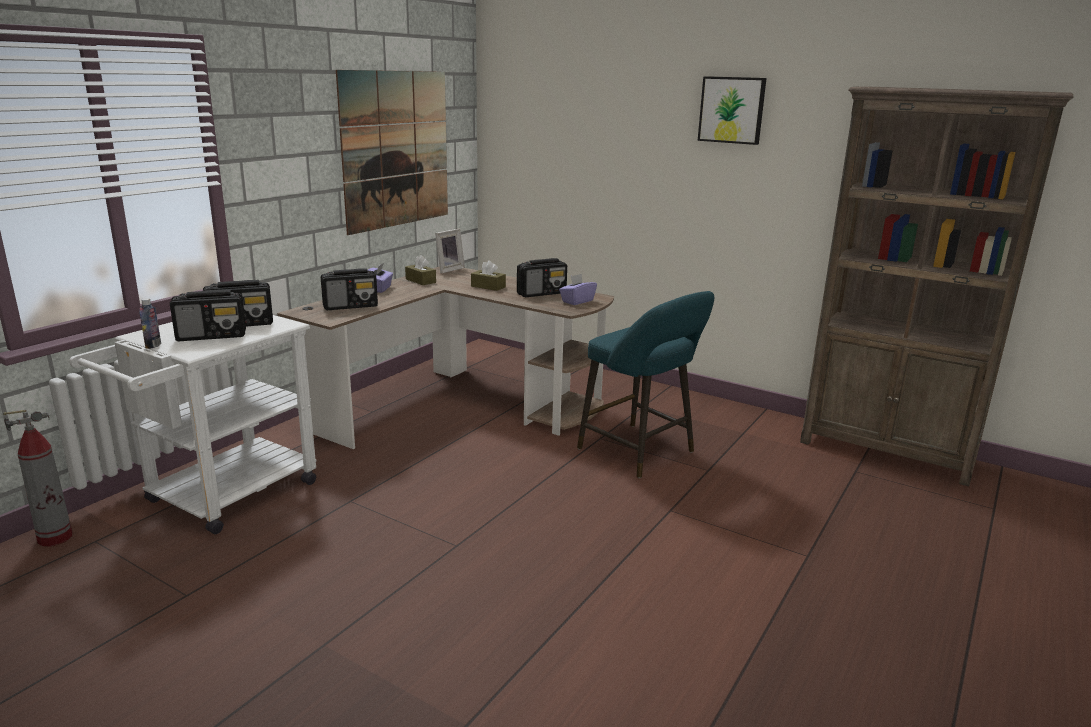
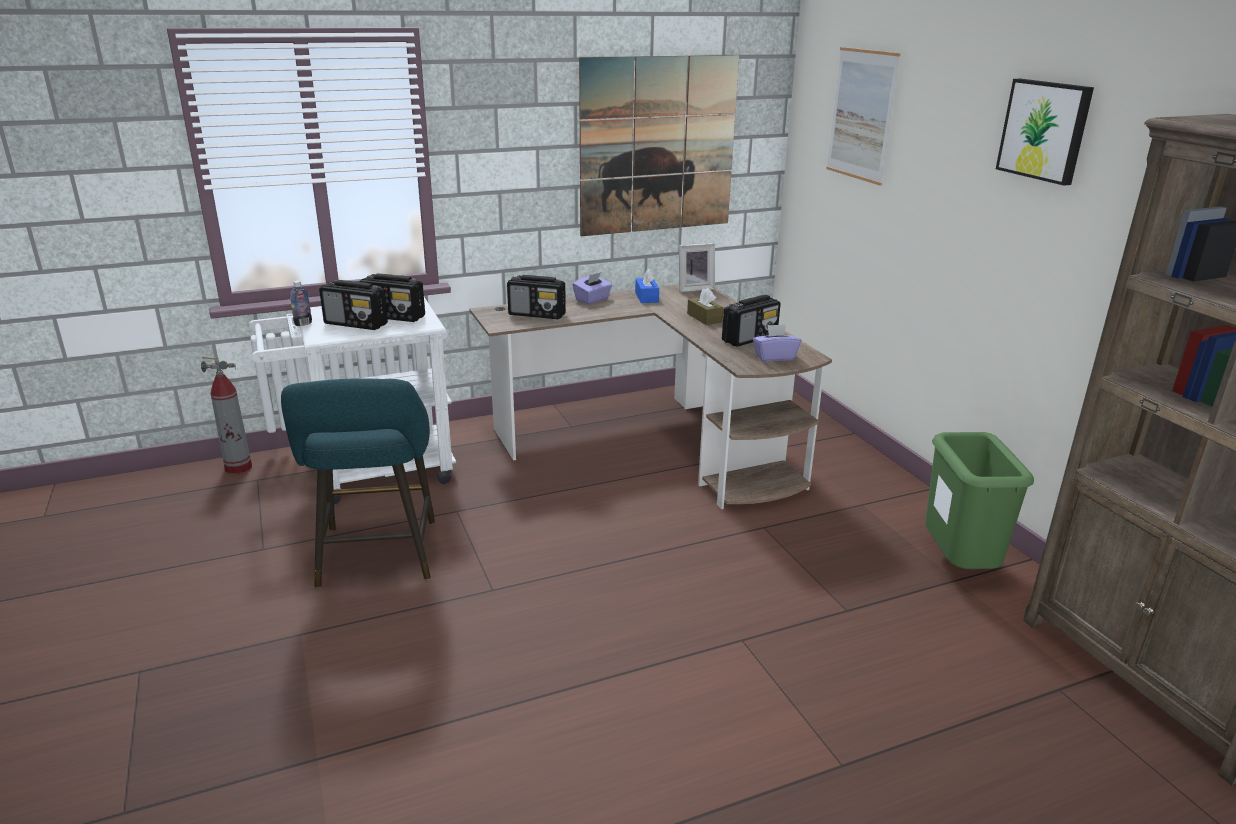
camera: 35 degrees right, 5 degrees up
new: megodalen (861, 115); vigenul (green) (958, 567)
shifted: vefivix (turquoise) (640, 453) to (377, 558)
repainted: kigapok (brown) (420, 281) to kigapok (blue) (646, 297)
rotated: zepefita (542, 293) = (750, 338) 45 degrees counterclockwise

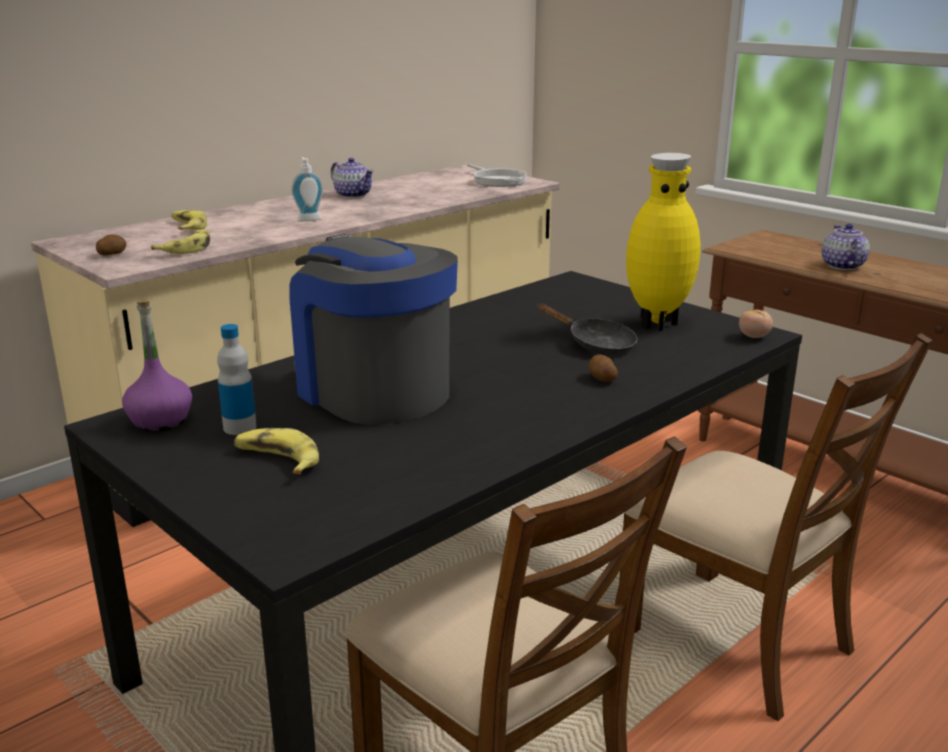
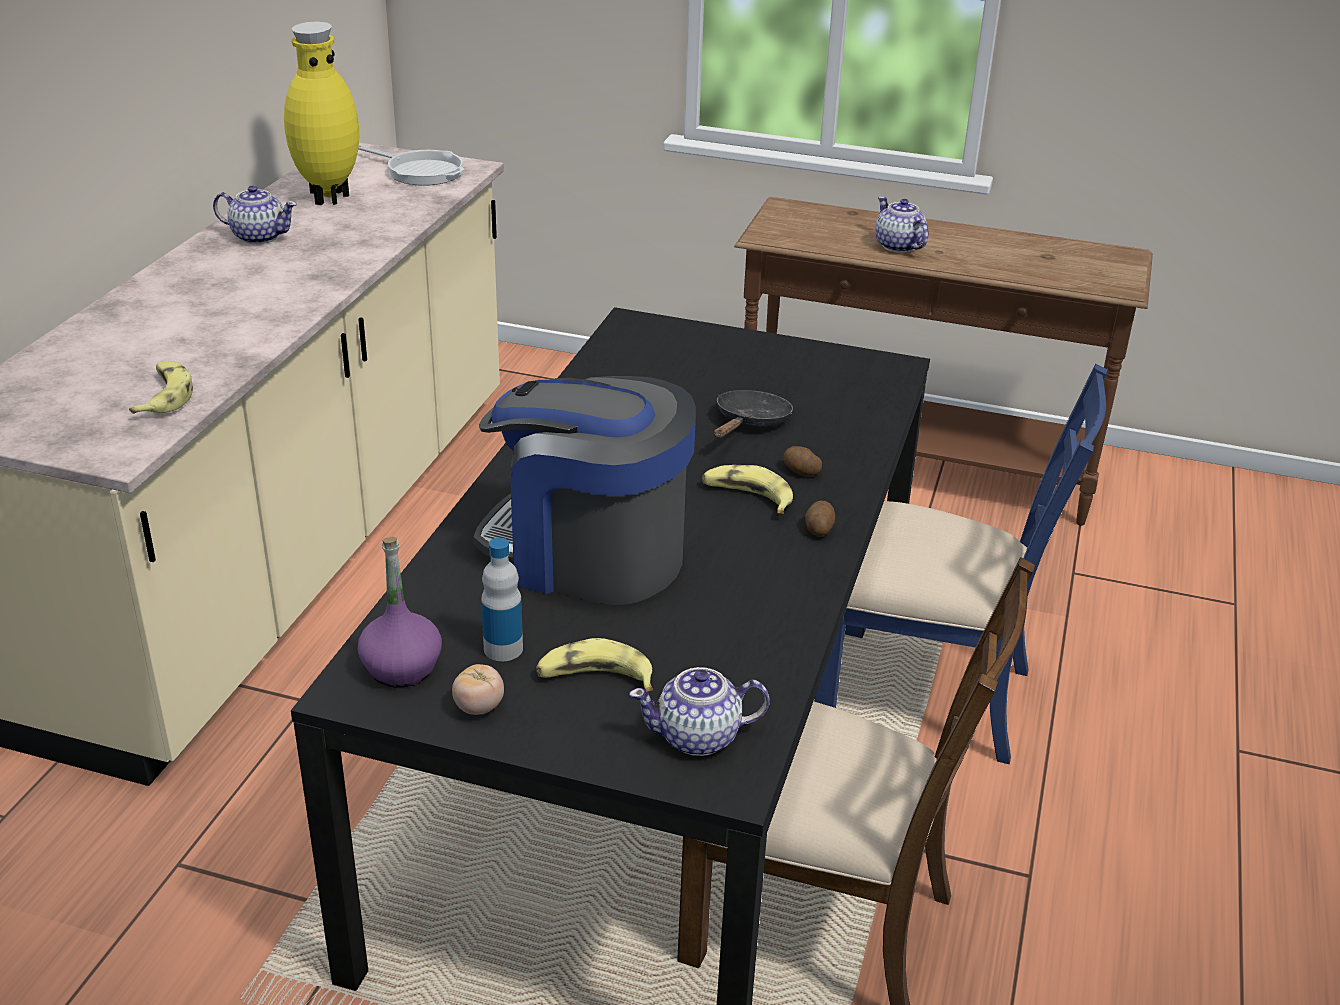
camera: 30 degrees left, 10 degrees up
gone: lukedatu (308, 219)
new: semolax (699, 737)
shifted: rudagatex (112, 254) to (818, 529); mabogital (187, 227) to (747, 497); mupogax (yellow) (656, 323) to (328, 197); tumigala (754, 337) to (479, 707)
repainted: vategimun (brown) (737, 640) to vategimun (blue) (927, 694)
rotated: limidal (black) (595, 344) = (750, 422) 75 degrees counterclockwise

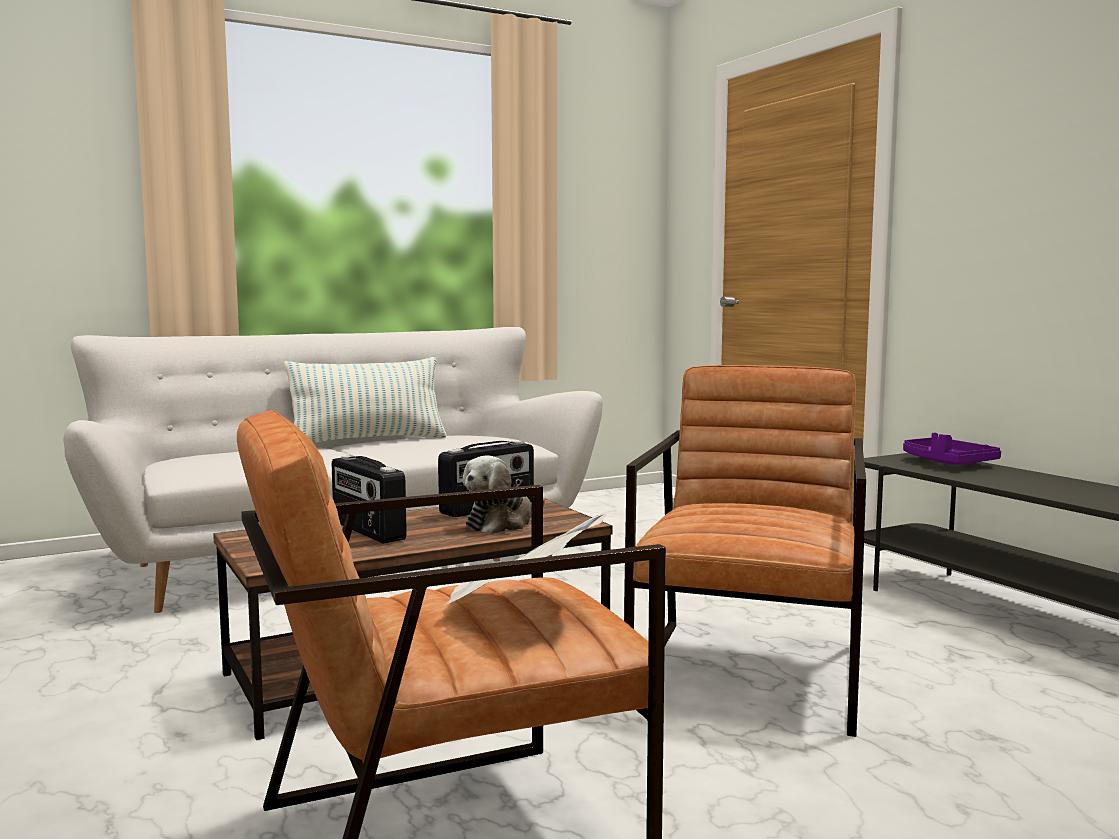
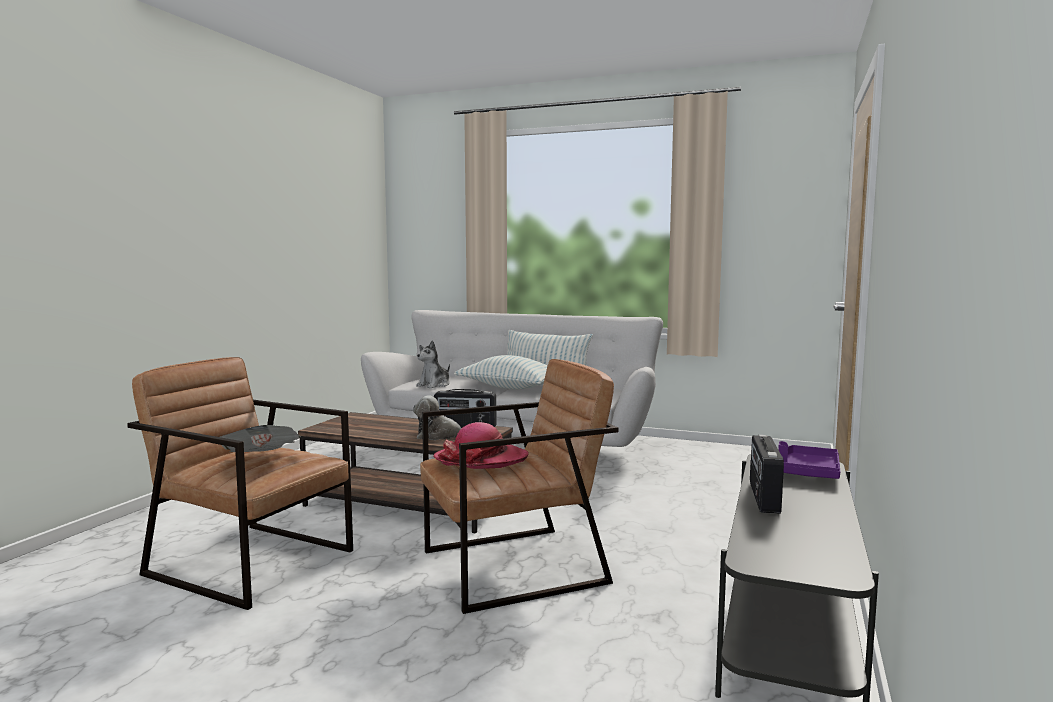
camera: 50 degrees right, 0 degrees up
new: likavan (434, 385); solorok (481, 459); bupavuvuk (510, 388)
shifted: zepefita (367, 531) to (763, 498)

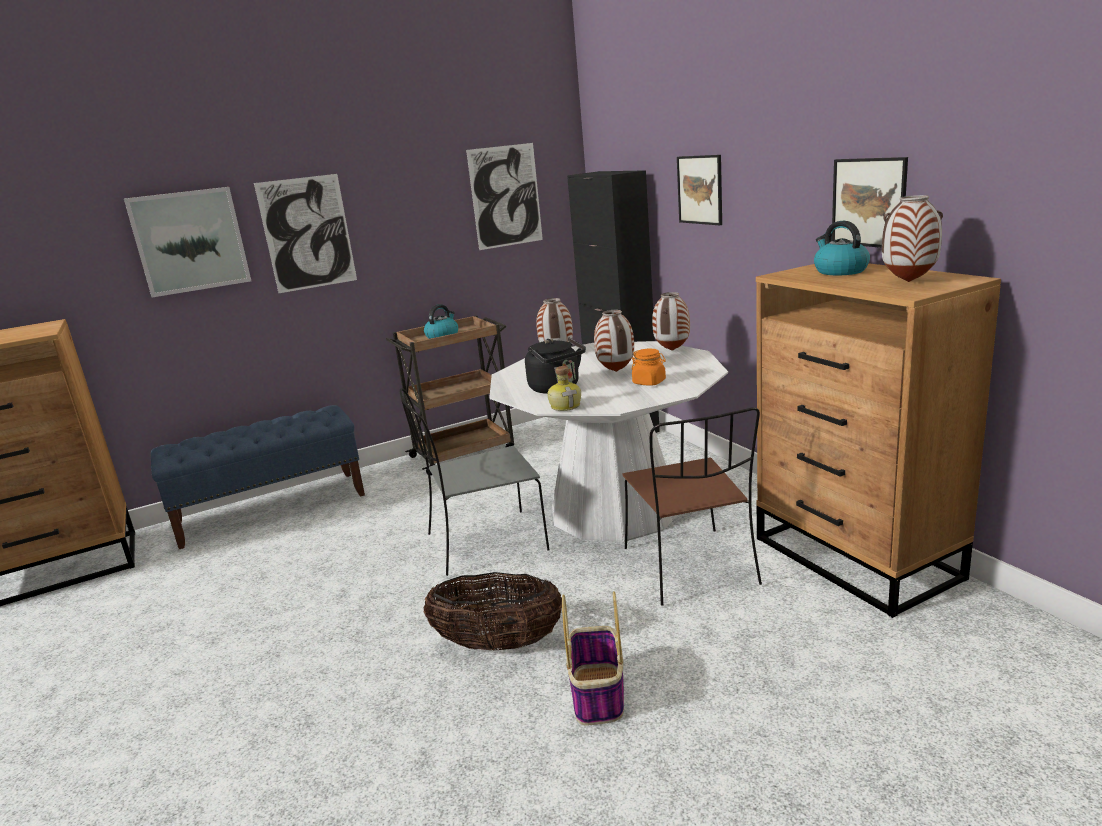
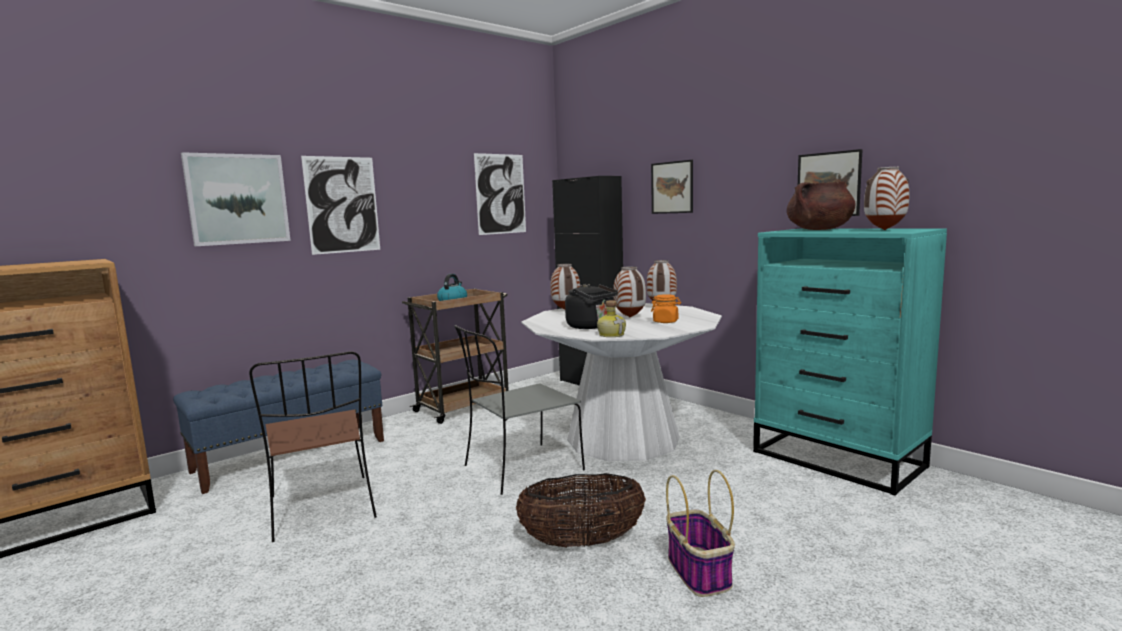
camera: 15 degrees left, 10 degrees down
shifted: vategimun (brown) (691, 568) to (323, 508)
swapped: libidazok (839, 271) to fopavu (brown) (819, 229)
repainted: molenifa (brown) (856, 558) to molenifa (turquoise) (839, 459)

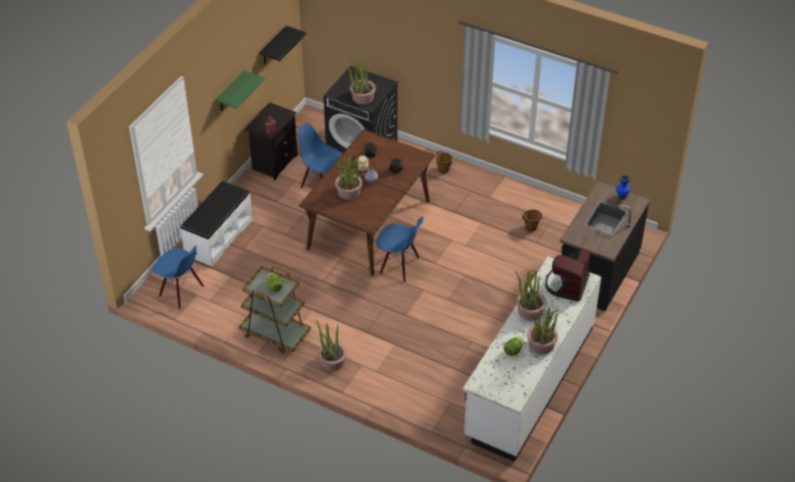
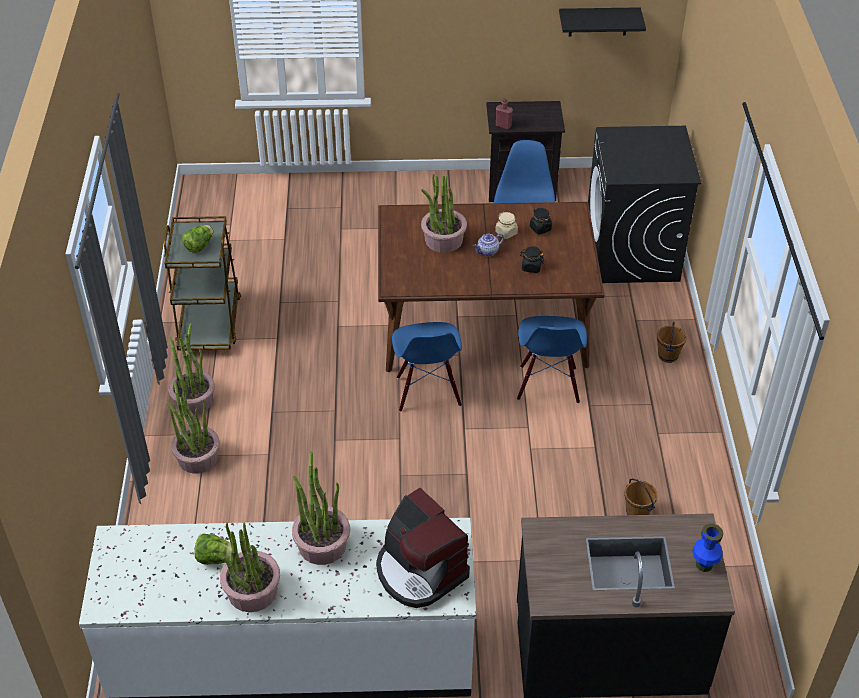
camera: 60 degrees right, 0 degrees up
gone: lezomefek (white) (218, 237); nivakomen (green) (230, 92)
shifted: vategimun (blue) (181, 291) to (548, 385); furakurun (362, 97) to (197, 457)
rotated: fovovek (567, 284) = (419, 571) 120 degrees counterclockwise

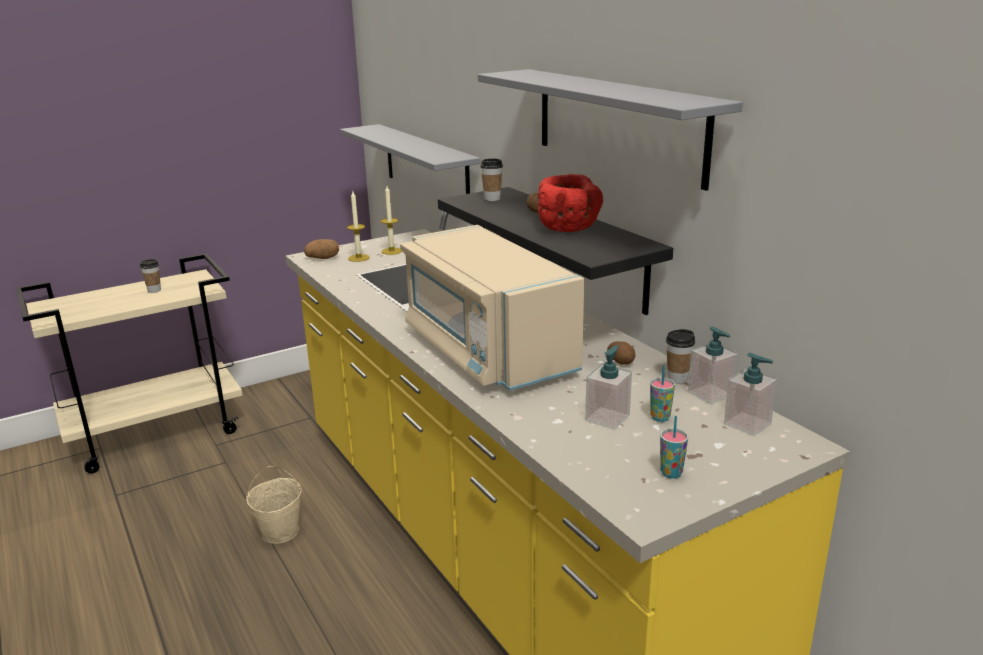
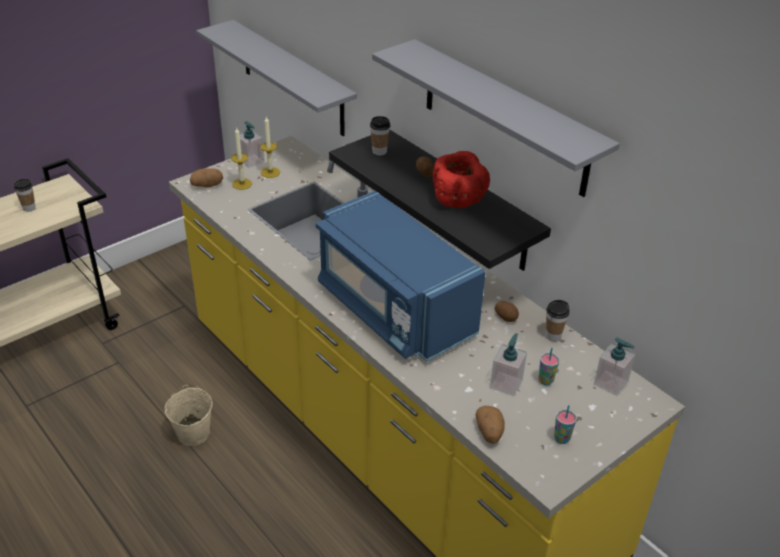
camera: 10 degrees left, 15 degrees up
new: rudagatex (489, 432)
shifted: lukedatu (710, 394) to (251, 161)
repainted: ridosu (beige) (487, 350) to ridosu (blue) (394, 309)

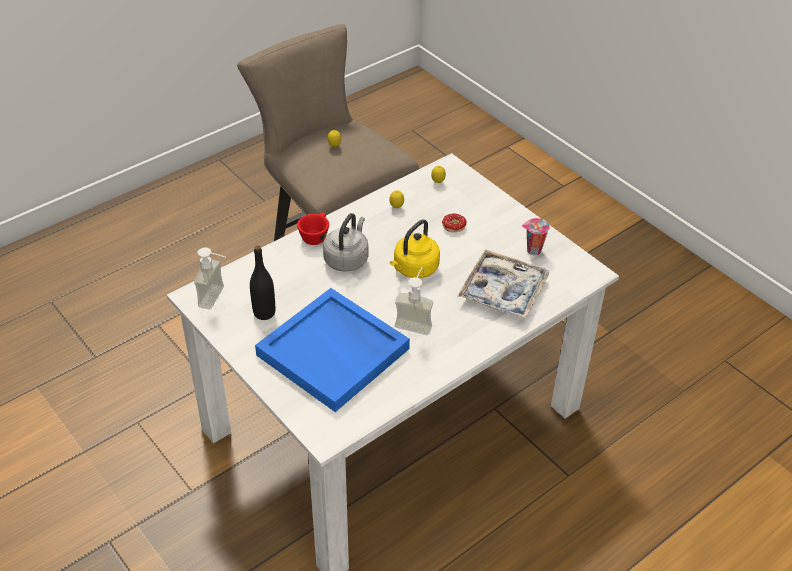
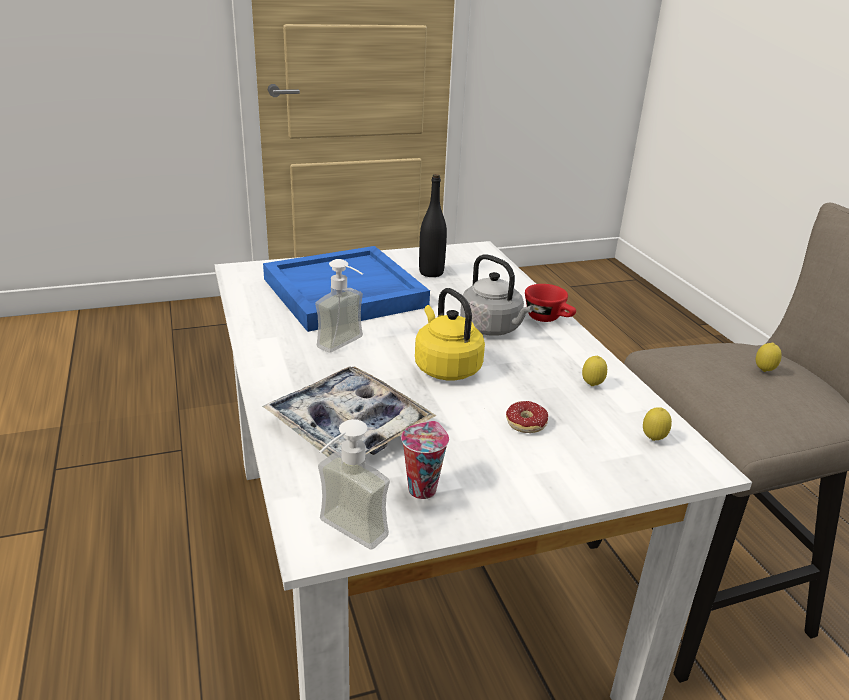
camera: 110 degrees right, 15 degrees down
shifted: lukedatu (218, 298) to (343, 536)

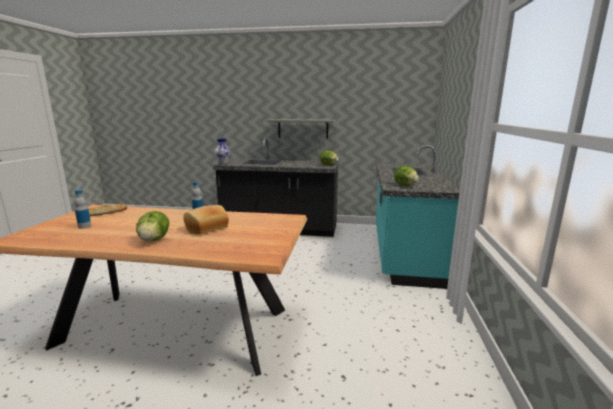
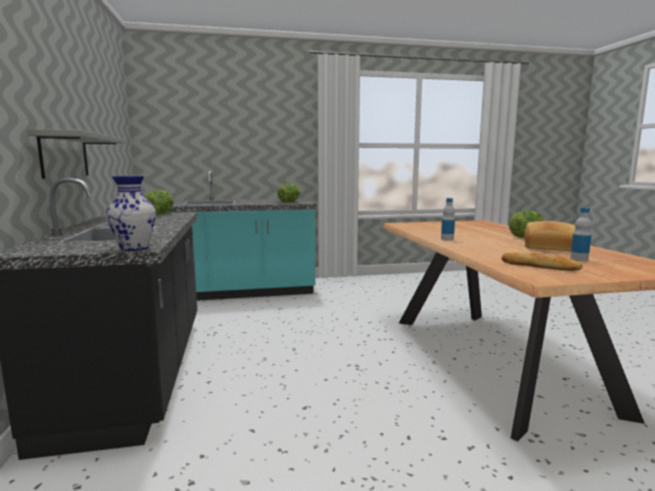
camera: 110 degrees left, 5 degrees down
shifted: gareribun (207, 228) to (549, 247)

